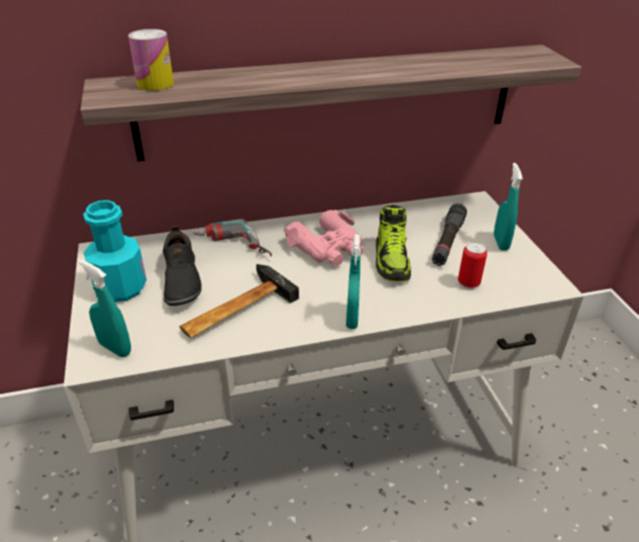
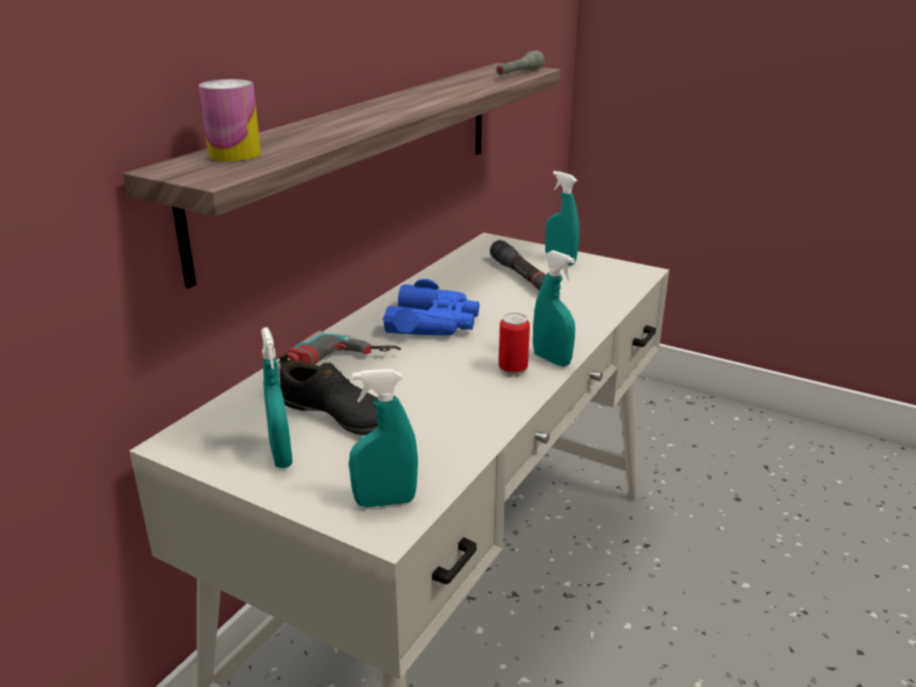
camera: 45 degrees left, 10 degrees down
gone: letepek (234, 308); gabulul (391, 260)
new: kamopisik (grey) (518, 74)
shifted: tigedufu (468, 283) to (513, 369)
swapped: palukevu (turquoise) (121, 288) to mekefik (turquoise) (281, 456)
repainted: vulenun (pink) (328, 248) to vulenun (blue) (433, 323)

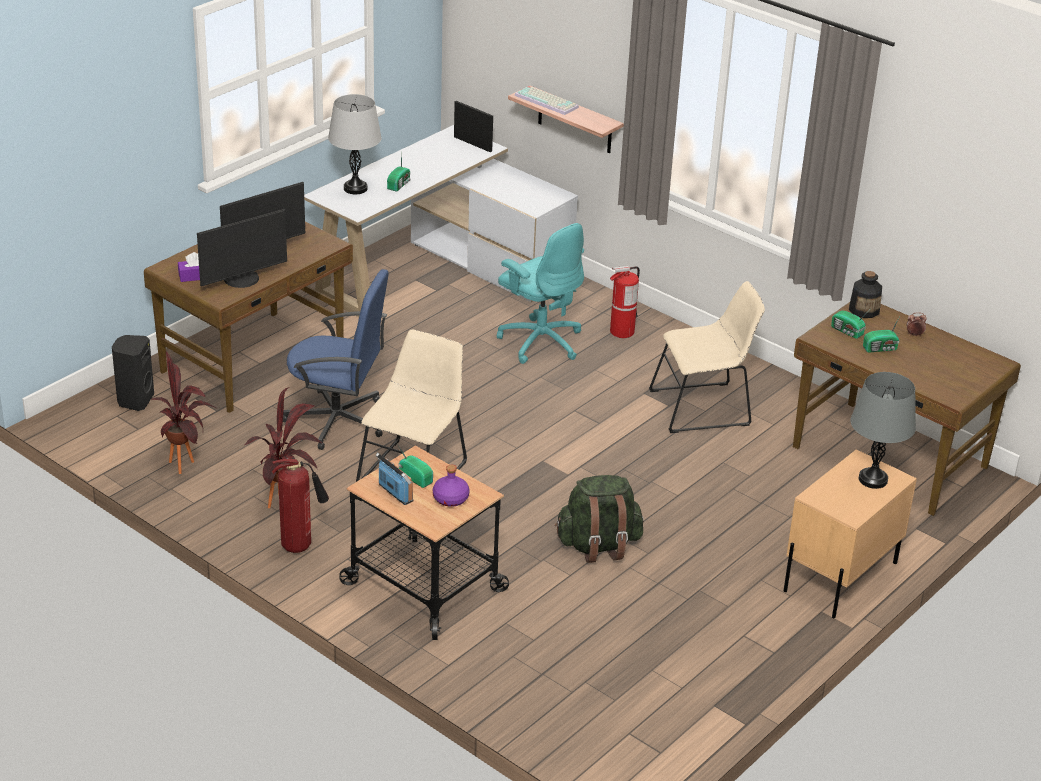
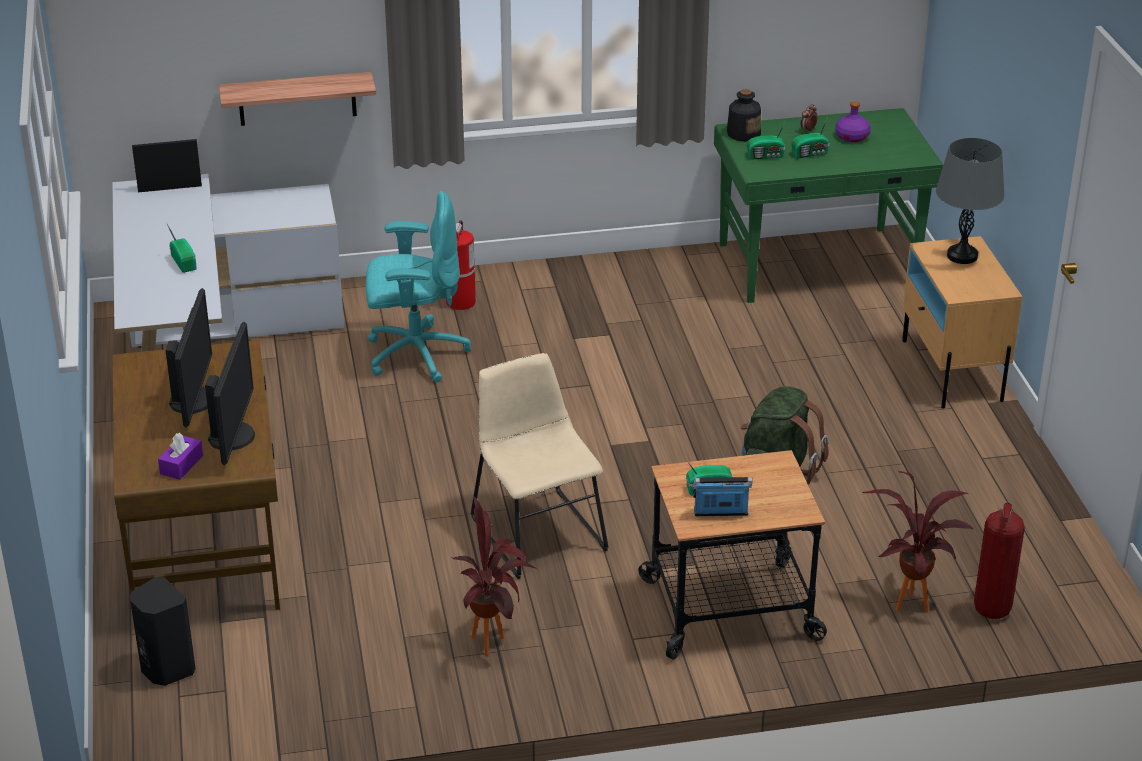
camera: 50 degrees left, 0 degrees up
gone: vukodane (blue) (338, 420); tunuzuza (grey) (355, 188); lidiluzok (547, 101); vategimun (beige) (704, 407)
shifted: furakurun (187, 462) to (908, 599); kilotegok (300, 546) to (991, 608); palukevu (purple) (450, 499) to (852, 137)
repainted: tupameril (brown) (889, 458) to tupameril (green) (819, 265)
rotated: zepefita (881, 348) = (811, 154) 45 degrees clockwise

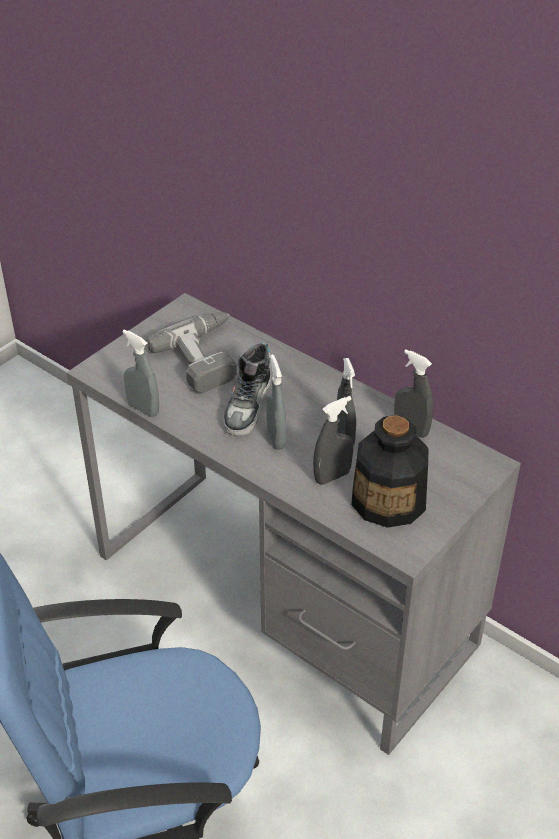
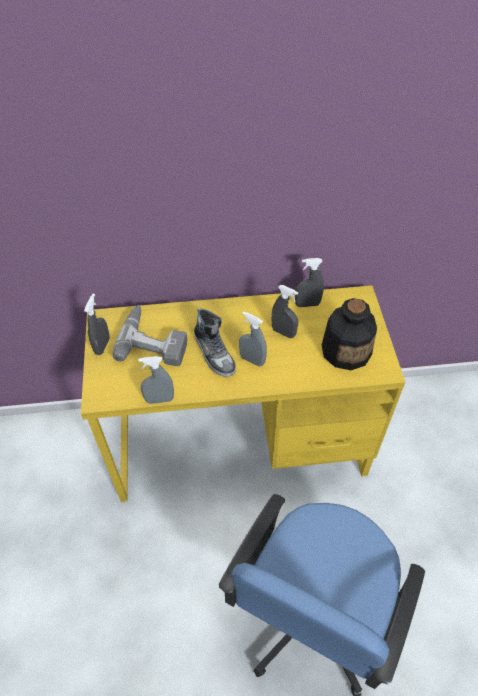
camera: 45 degrees left, 10 degrees up
shifted: mekefik (grey) (332, 476) to (102, 346)
repainted: tupameril (grey) (283, 599) to tupameril (yellow) (240, 442)

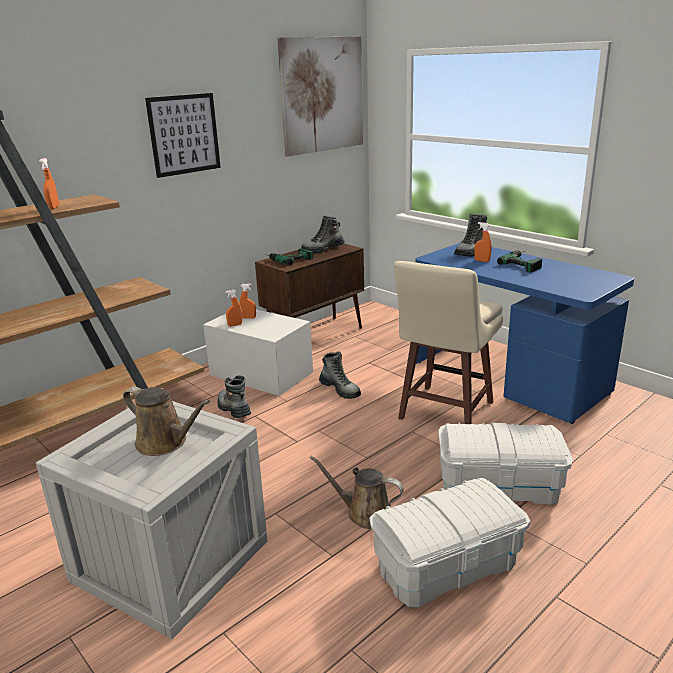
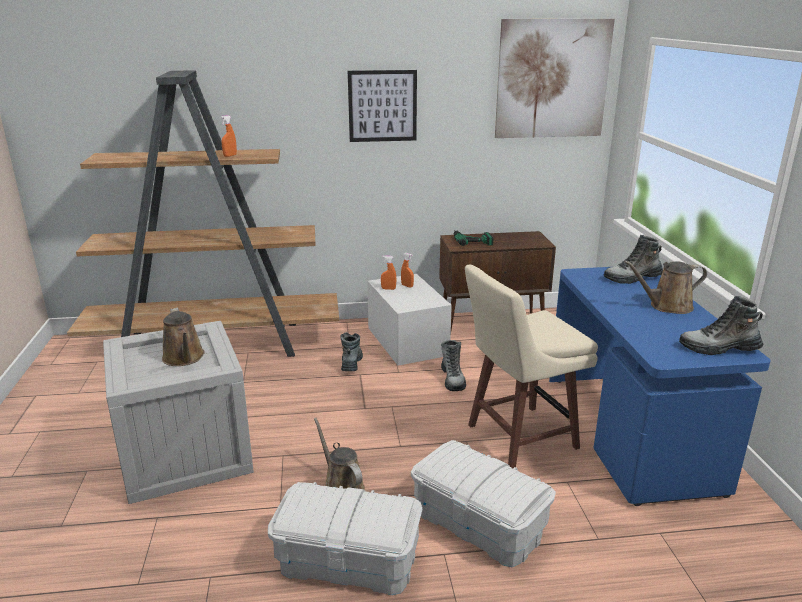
camera: 35 degrees right, 0 degrees up
gone: mekefik (orange) (482, 261)
shifted: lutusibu (323, 249) to (719, 348)
swapped: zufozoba (525, 263) to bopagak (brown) (667, 306)

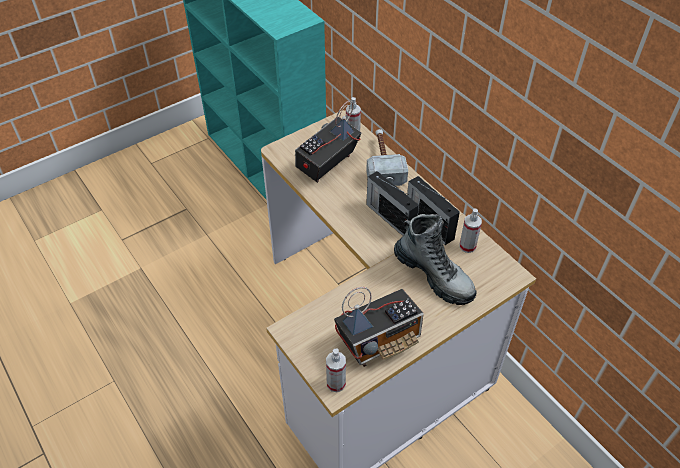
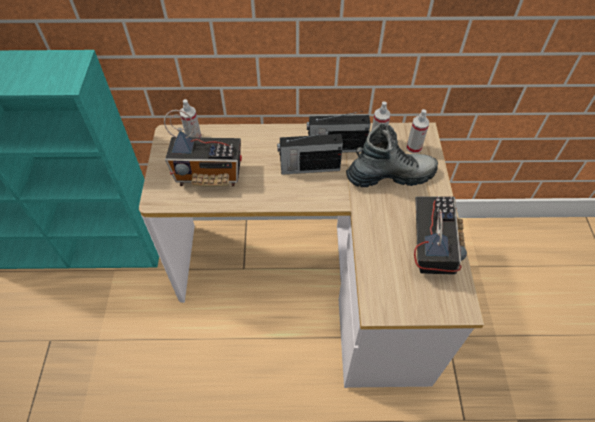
camera: 55 degrees left, 5 degrees up
gone: letepek (383, 163)
shifted: mekefik (336, 383) to (414, 147)
rotated: zepefita (326, 164) = (209, 175) 75 degrees counterclockwise

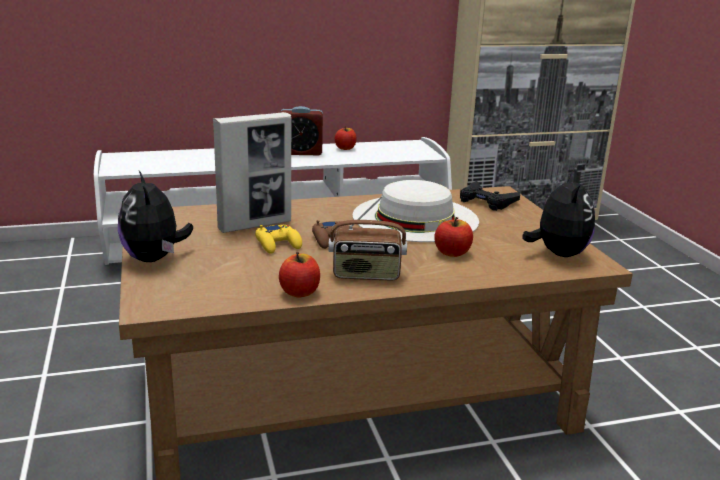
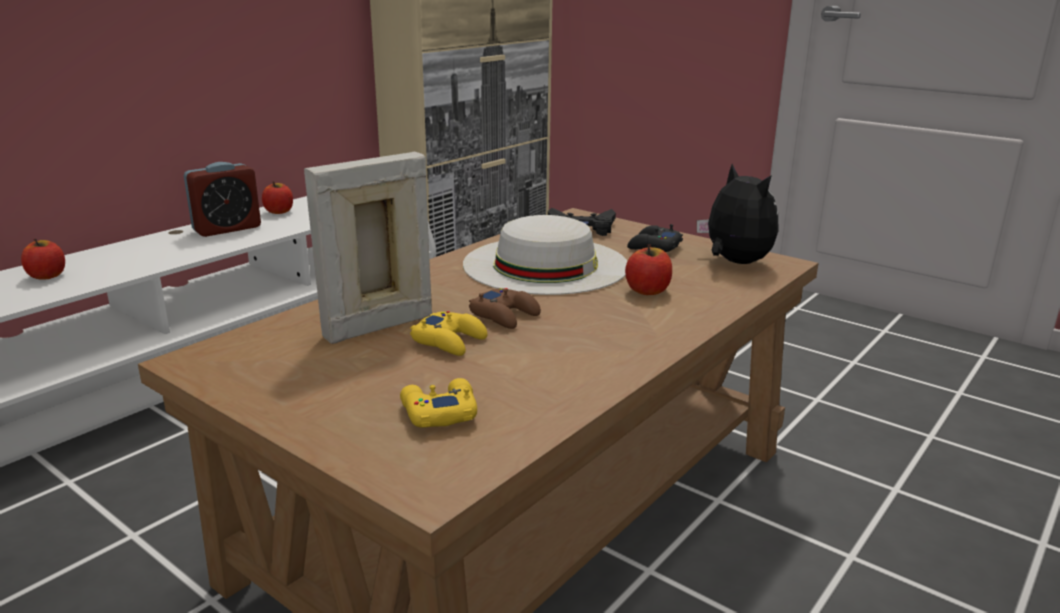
camera: 35 degrees left, 0 degrees up
gone: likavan (155, 258); zepefita (366, 275)
new: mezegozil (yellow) (438, 412); mezegozil (black) (654, 247)
shifted: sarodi (299, 292) to (47, 276)
rotated: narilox (255, 225) = (378, 327) 150 degrees counterclockwise

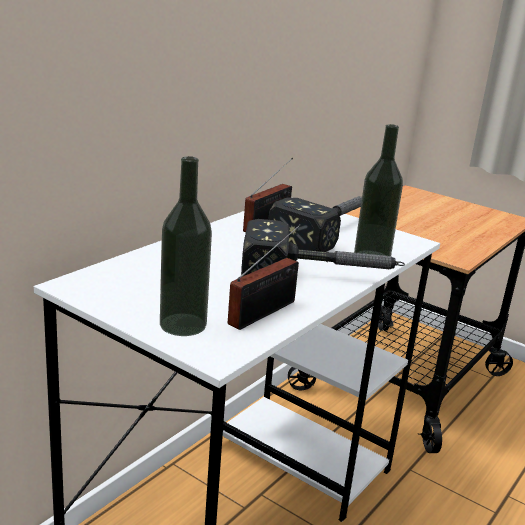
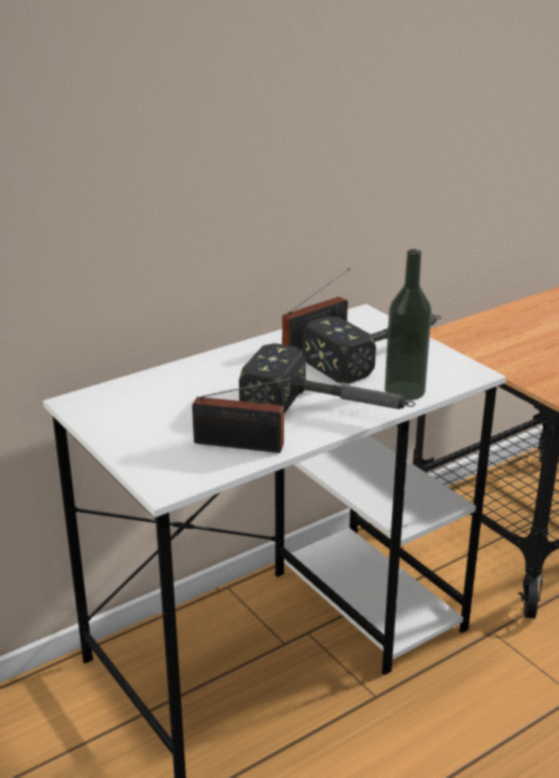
camera: 20 degrees right, 5 degrees up
gone: palukevu (183, 324)
rotated: zepefita (266, 311) = (243, 445) 45 degrees clockwise

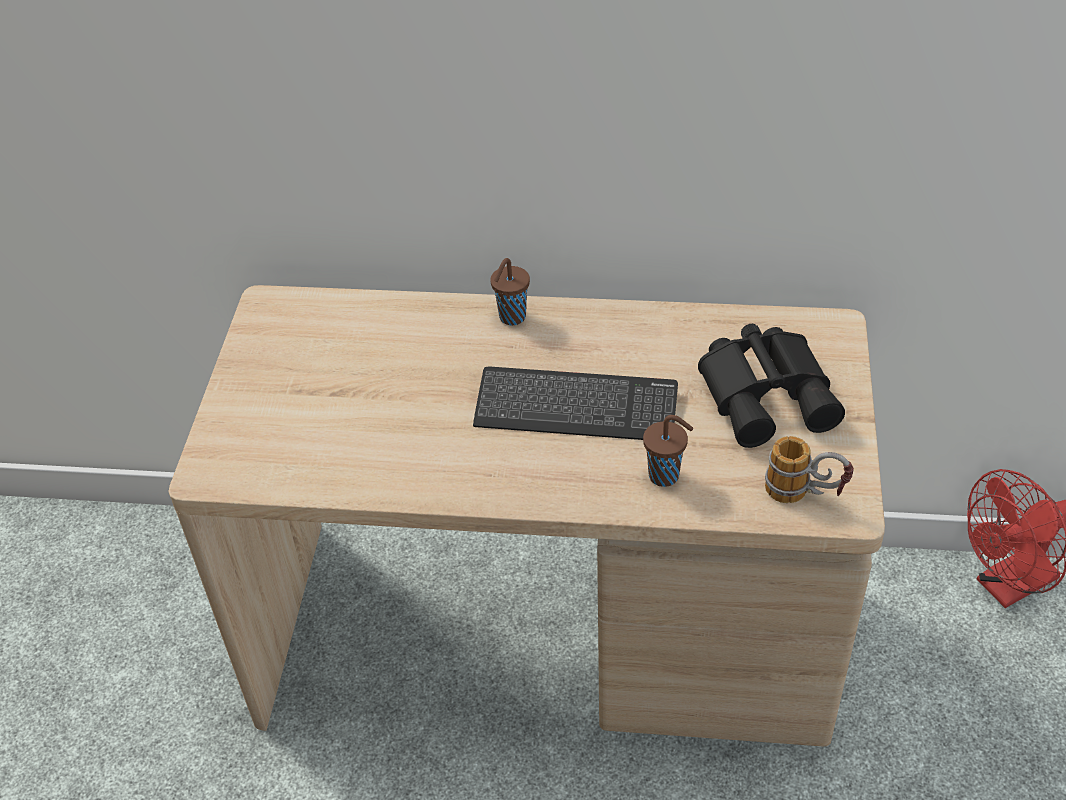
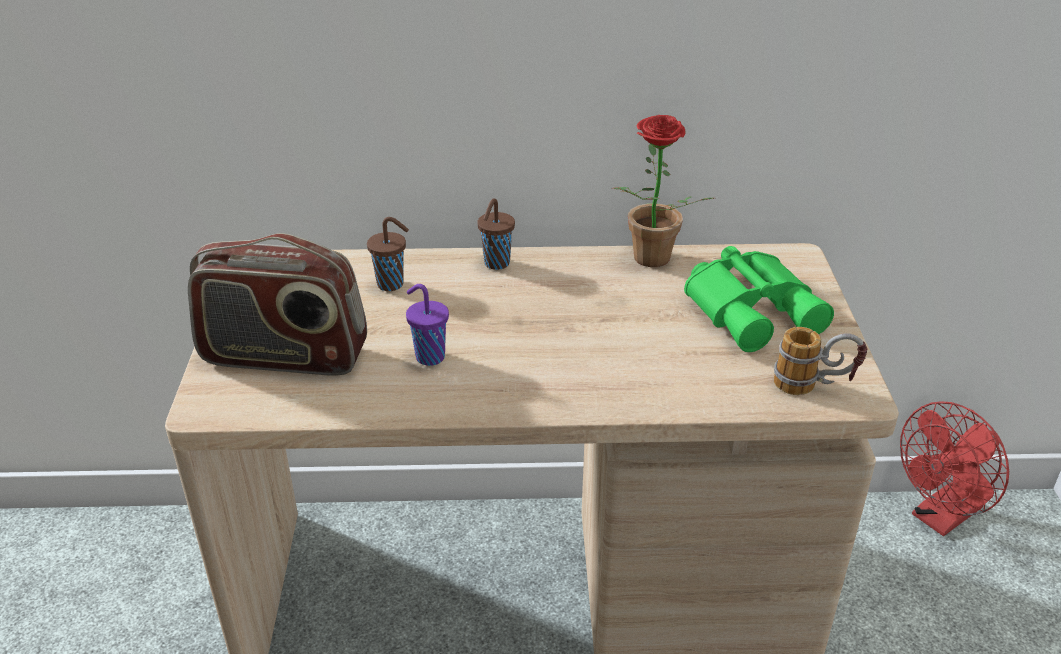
camera: 10 degrees left, 10 degrees down
gone: lidiluzok (576, 408)
new: zepefita (284, 356); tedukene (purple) (428, 356); furakurun (648, 261)
shifted: tedukene (brown) (666, 476) to (392, 284)
repainted: vulenun (black) (768, 393) to vulenun (green) (753, 309)

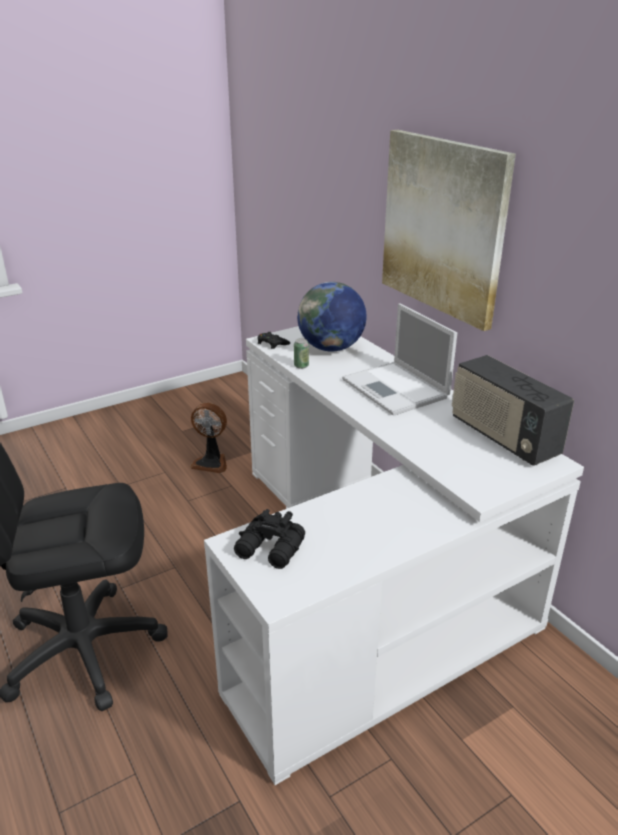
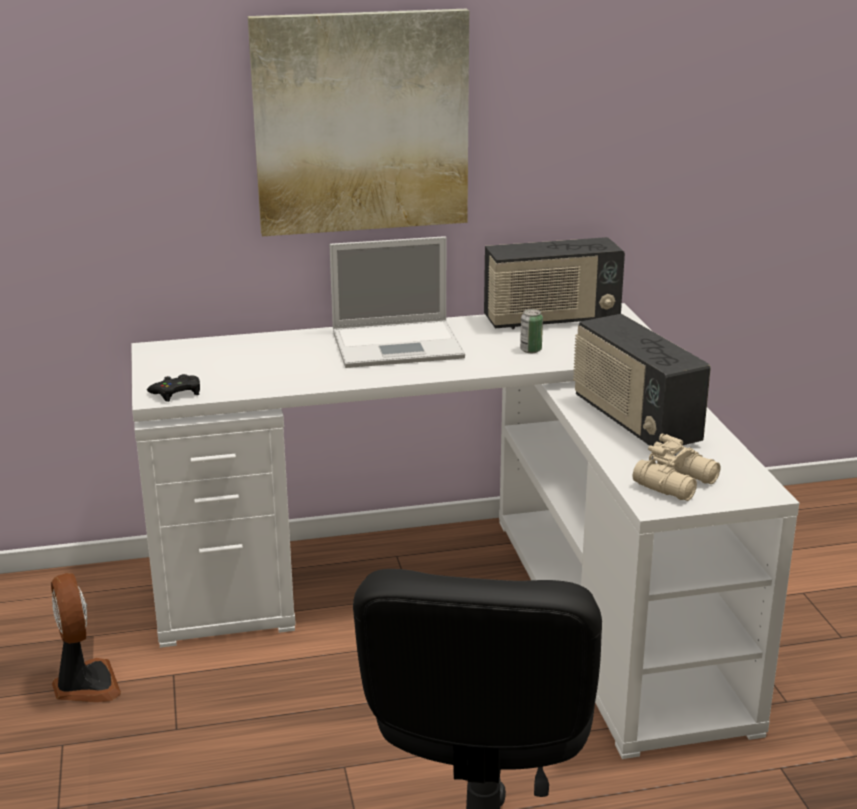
camera: 70 degrees left, 5 degrees down
gone: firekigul (331, 348)
new: zepefita (634, 421)
shifted: tigedufu (301, 366) to (530, 350)
repainted: vulenun (black) (270, 550) to vulenun (beige) (678, 483)
rotated: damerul (211, 462) = (84, 685) 60 degrees counterclockwise

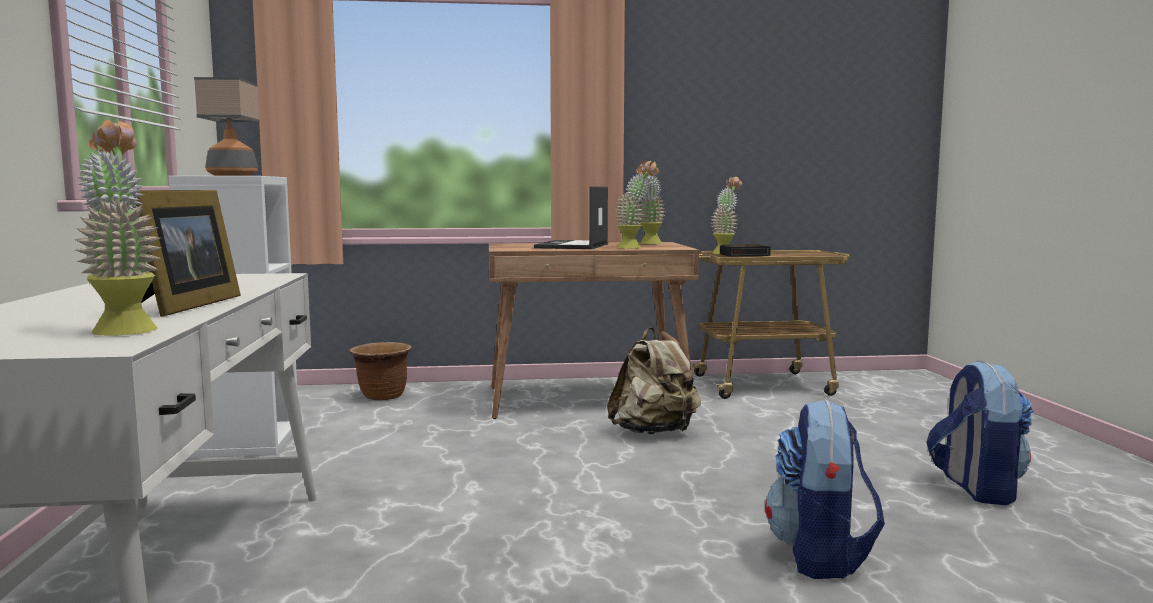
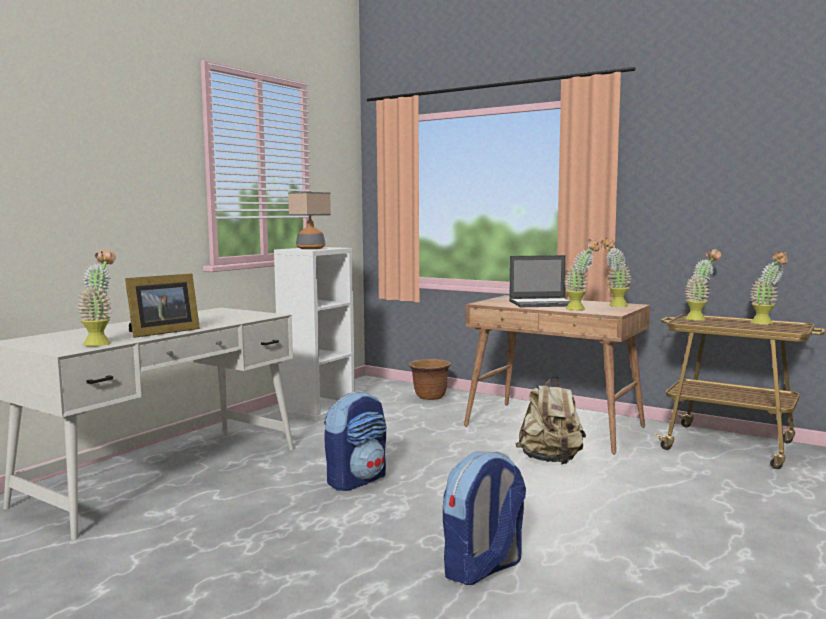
camera: 40 degrees right, 0 degrees up
gone: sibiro (745, 255)
new: furakurun (766, 324)
shifted: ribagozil (976, 488) to (357, 480)
rotated: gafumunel (572, 246) = (543, 303) 150 degrees counterclockwise

